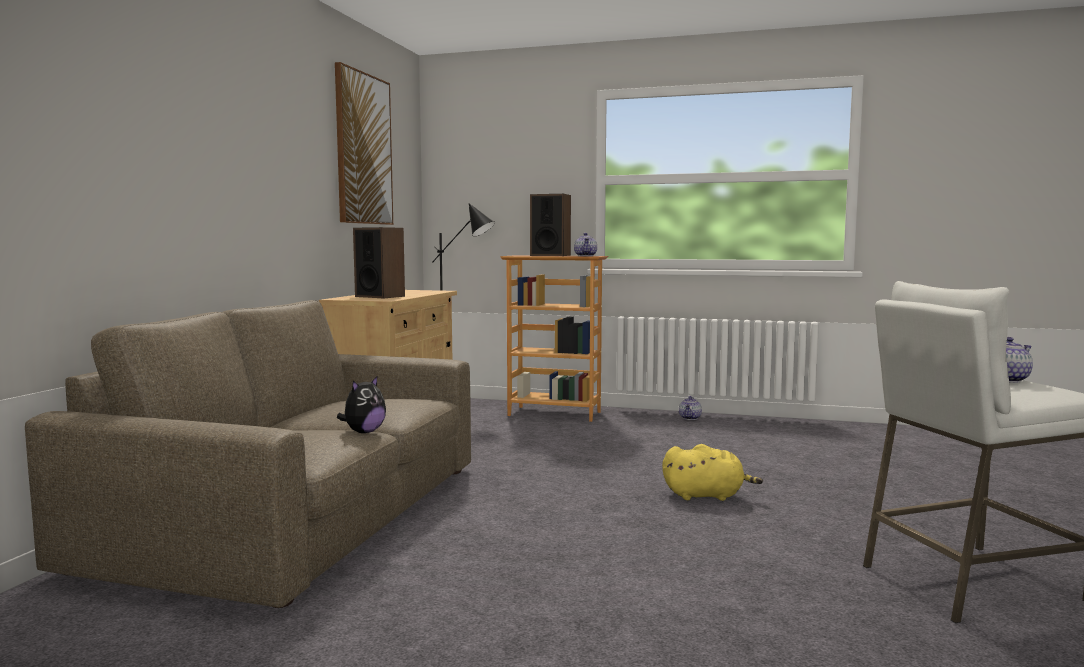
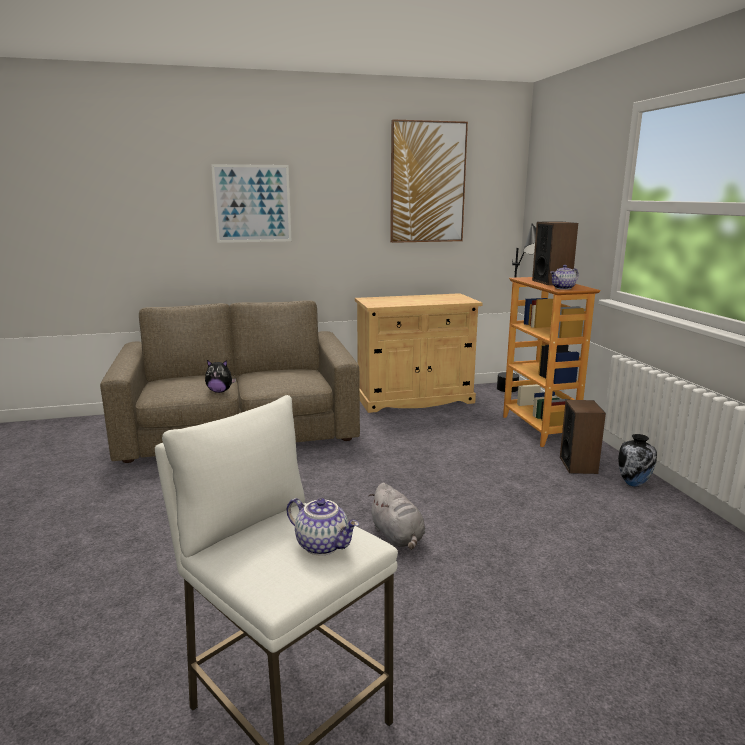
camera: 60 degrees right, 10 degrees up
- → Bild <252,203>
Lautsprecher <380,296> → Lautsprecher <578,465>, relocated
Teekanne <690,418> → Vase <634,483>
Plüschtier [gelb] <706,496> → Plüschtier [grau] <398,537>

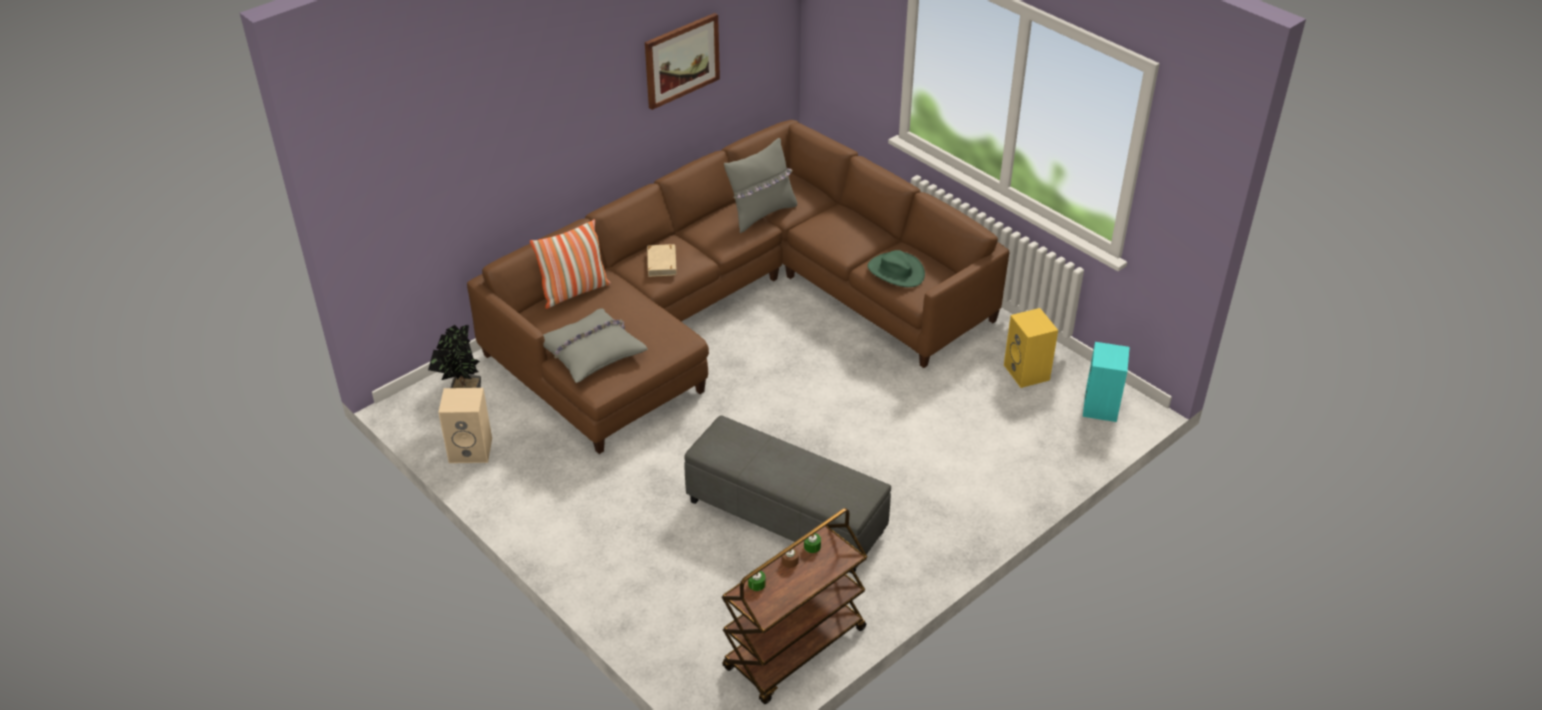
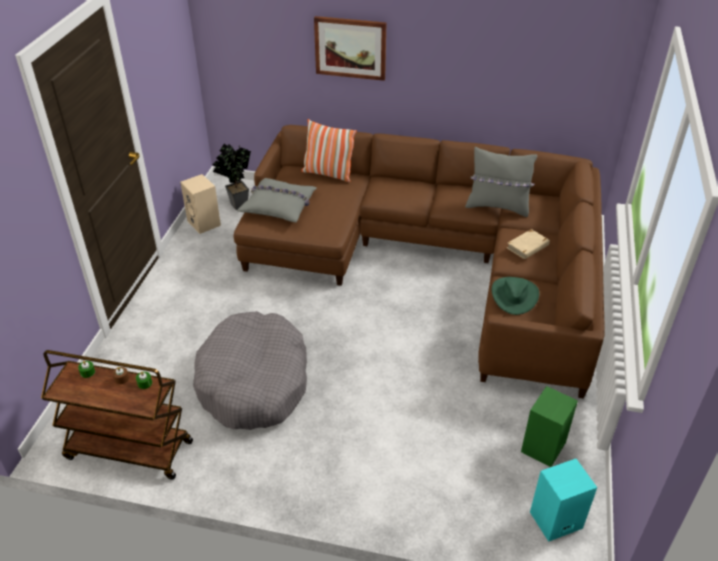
camera: 55 degrees right, 0 degrees up
Bild <681,60> → Bild <350,48>, relocated
Buch [beige] <662,263> → Buch [beige] <528,246>, relocated
Polsterhocker [grau] <785,517> → Hundebett [grau] <254,382>
Lautsprecher [gelb] <1028,373> → Lautsprecher [grün] <543,448>

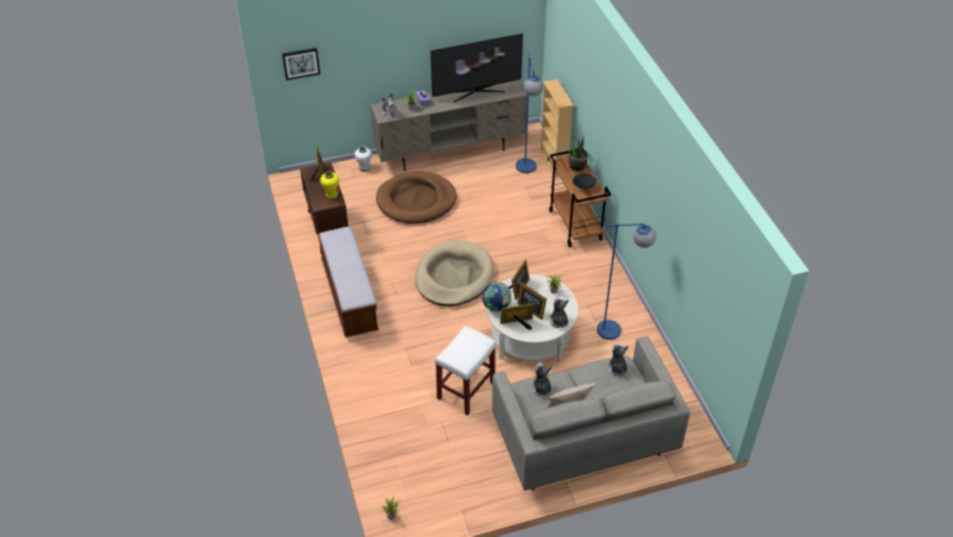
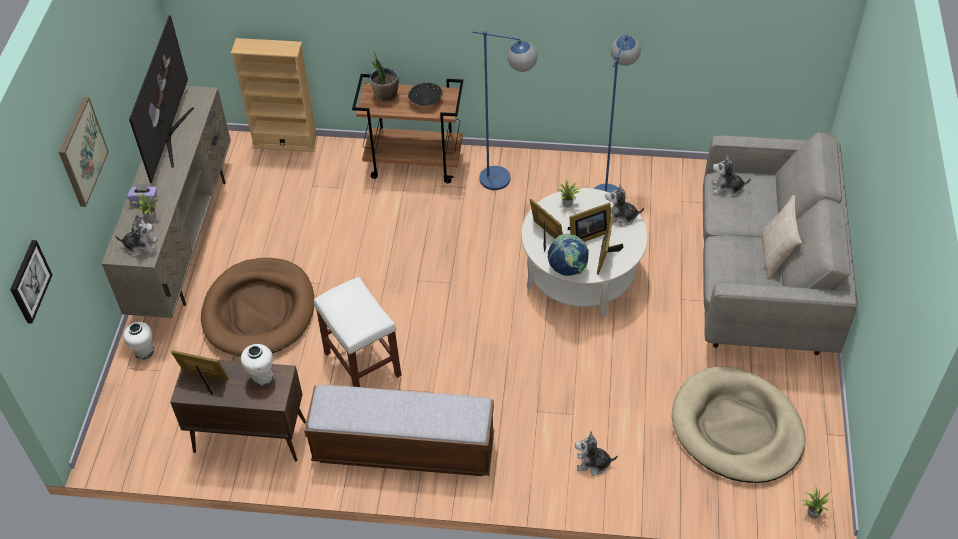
camera: 65 degrees left, 5 degrees up
- → Bild <81,151>
Hundebett [beige] <454,277> → Hundebett [beige] <736,428>, relocated
Hocker [weiß] <466,390> → Hocker [weiß] <361,363>, relocated
Stehlampe [blau] <527,171> → Stehlampe [blau] <506,180>, relocated
Plüschtier <541,388> → Plüschtier <593,463>, relocated
Vase [gelb] <331,195> → Vase [weiß] <262,377>

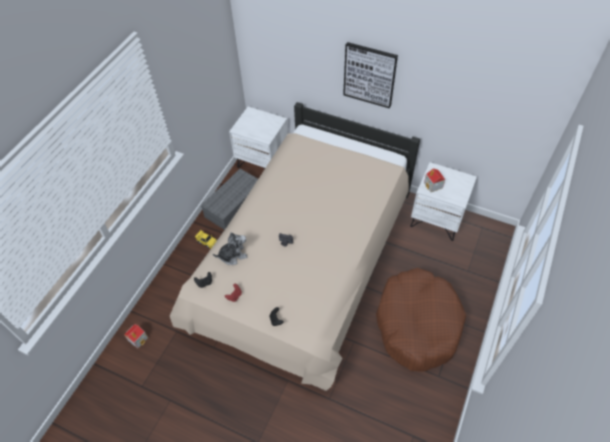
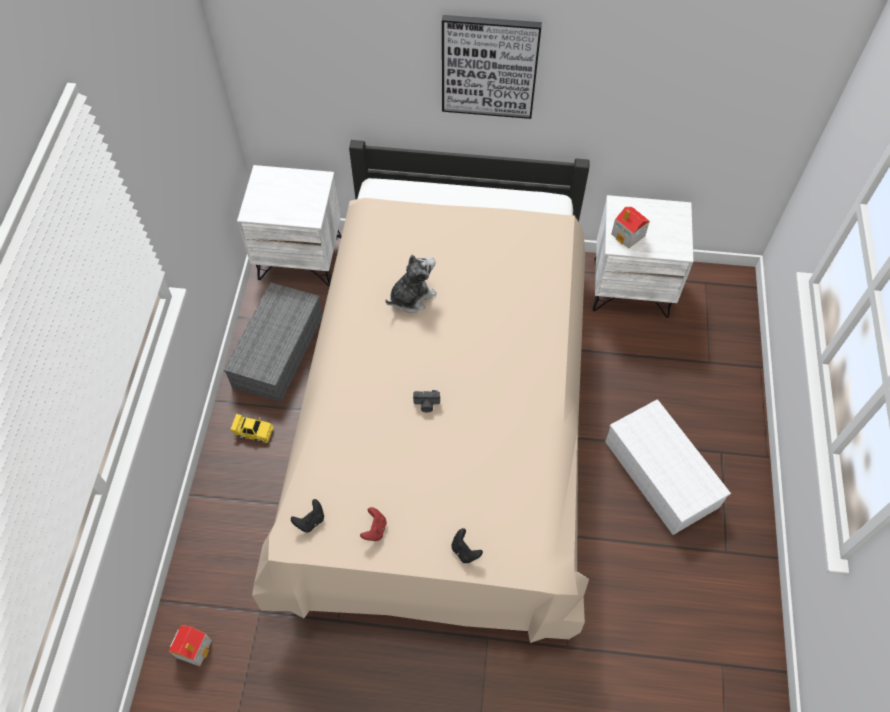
camera: 20 degrees left, 5 degrees up
Plüschtier <232,255> → Plüschtier <411,297>, relocated
Hundebett [braun] <417,324> → Aufbewahrungsbox [weiß] <663,475>

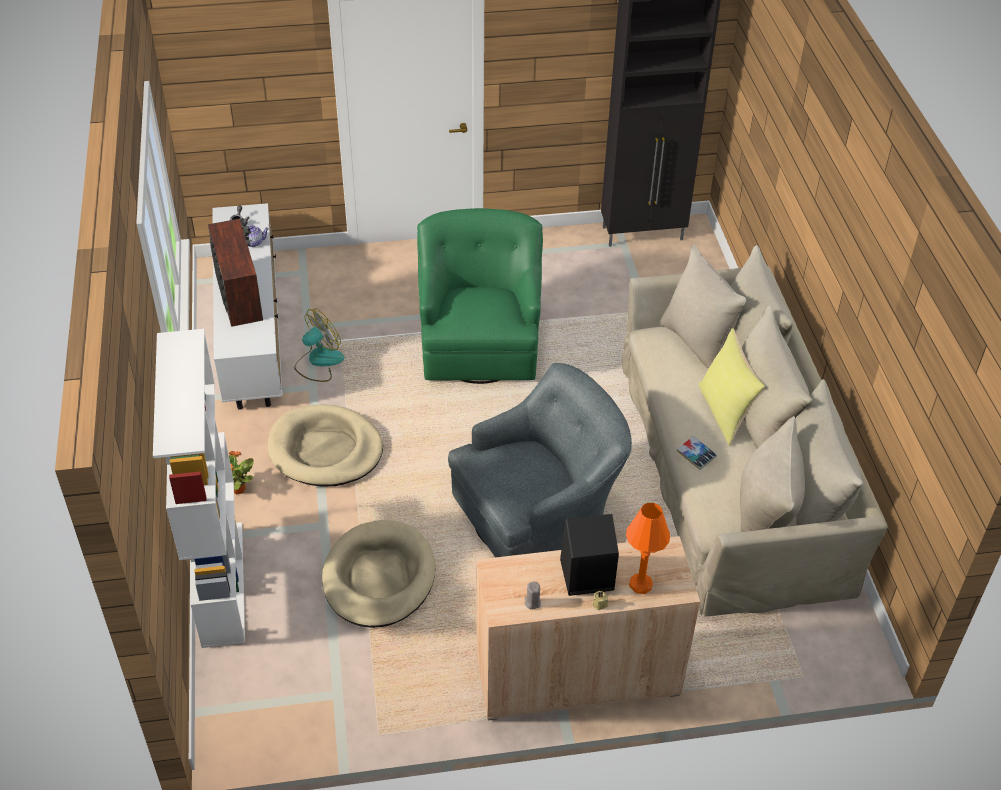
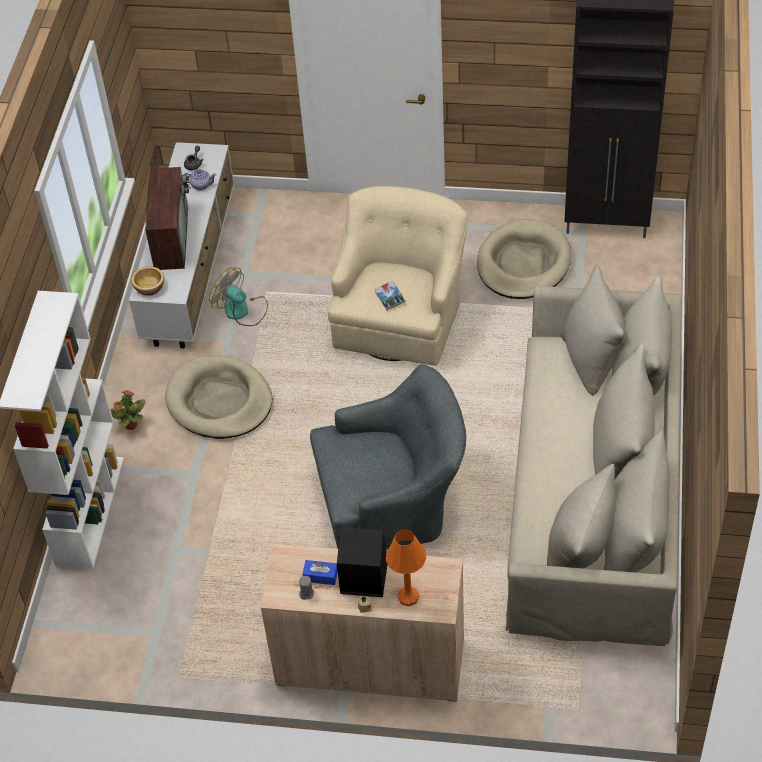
camera: 20 degrees right, 5 degrees up
Kissen [gelb] <725,412> → -
- → Schüssel <150,287>
- → Taschentuchbox [blau] <320,576>
Hundebett [beige] <379,577> → Hundebett [beige] <523,263>, relocated
Buch <696,455> → Buch <389,298>, relocated
Sessel [grün] <480,342> → Sessel [beige] <400,316>
Ventilator <319,362> → Ventilator <242,311>, 120 degrees counterclockwise

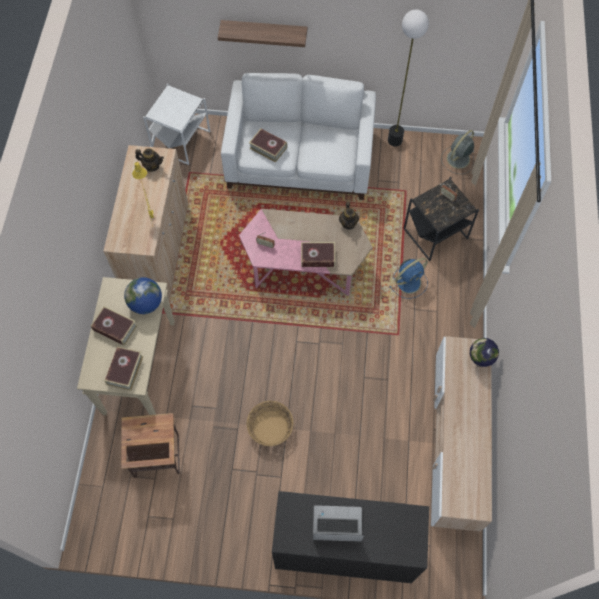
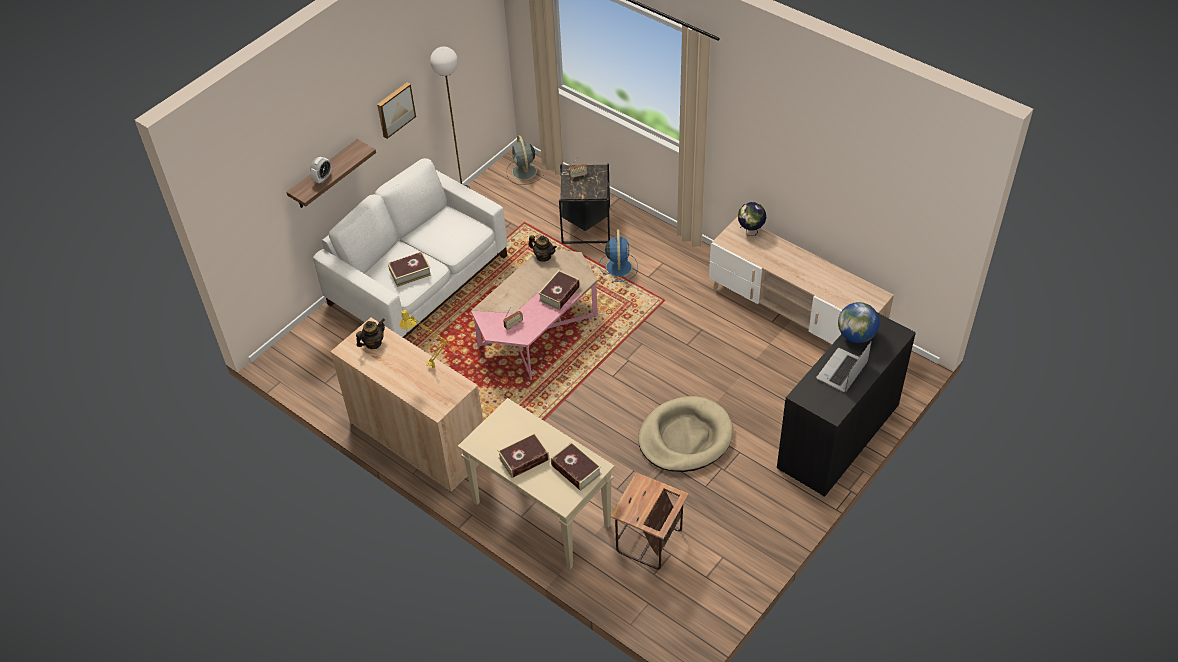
camera: 55 degrees left, 15 degrees down
Beistelltisch [weiß] <182,140> → -
- → Wecker <323,178>
- → Bild <395,109>
Globus <146,303> → Globus <856,335>, relocated
Korb <270,427> → Hundebett [beige] <685,437>

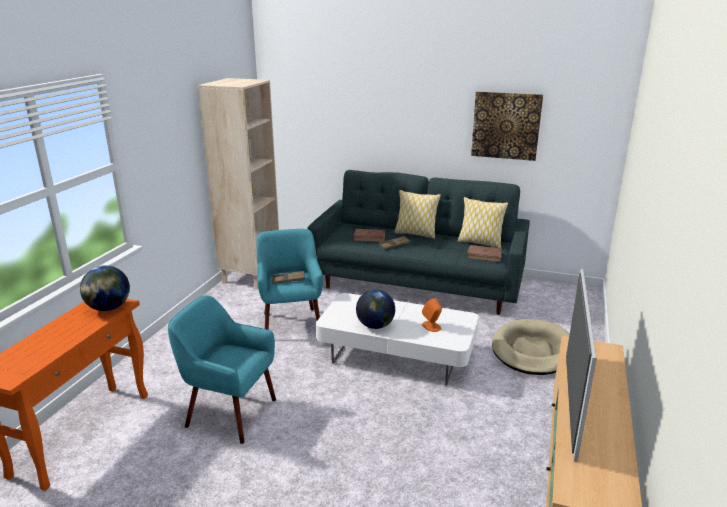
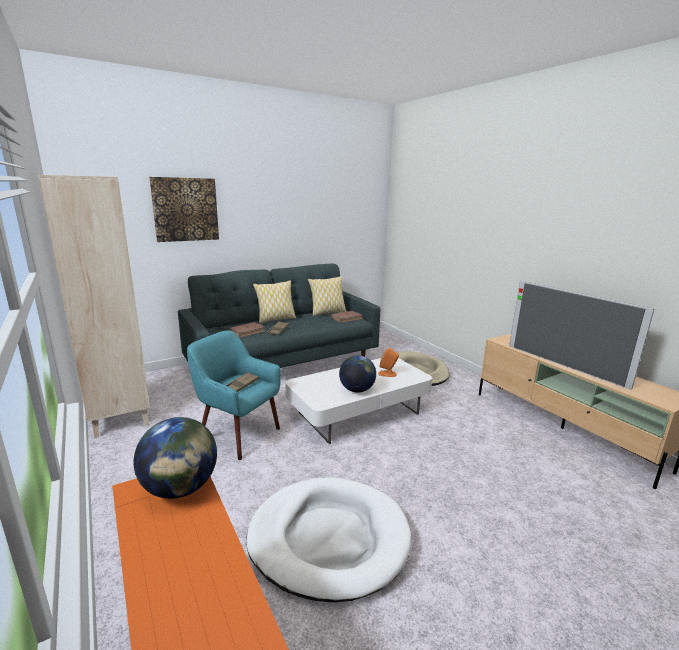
camera: 50 degrees left, 5 degrees down
Bild <506,125> → Bild <185,209>, relocated
Sessel [türkis] <230,413> → Hundebett [weiß] <328,539>

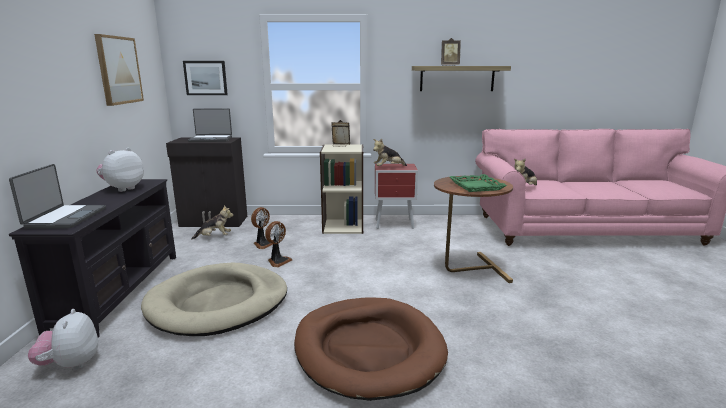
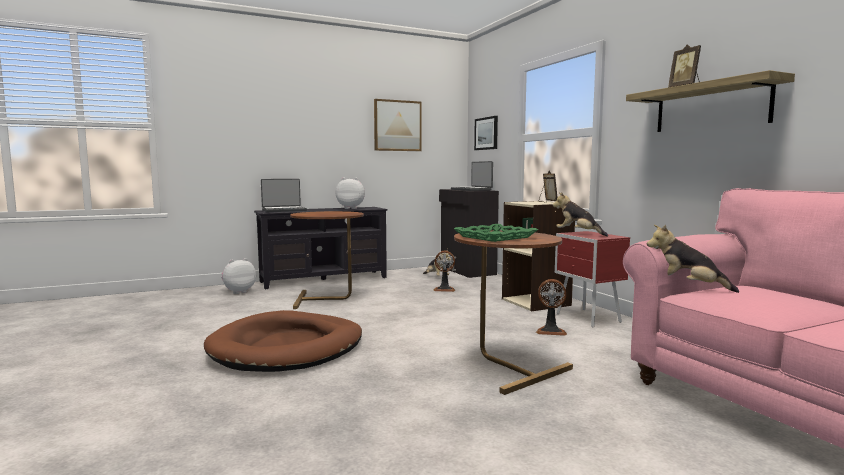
camera: 65 degrees right, 10 degrees down
Ventilator <278,261> → Ventilator <551,331>, relocated
Hundebett [beige] <219,303> → Beistelltisch [braun] <328,300>

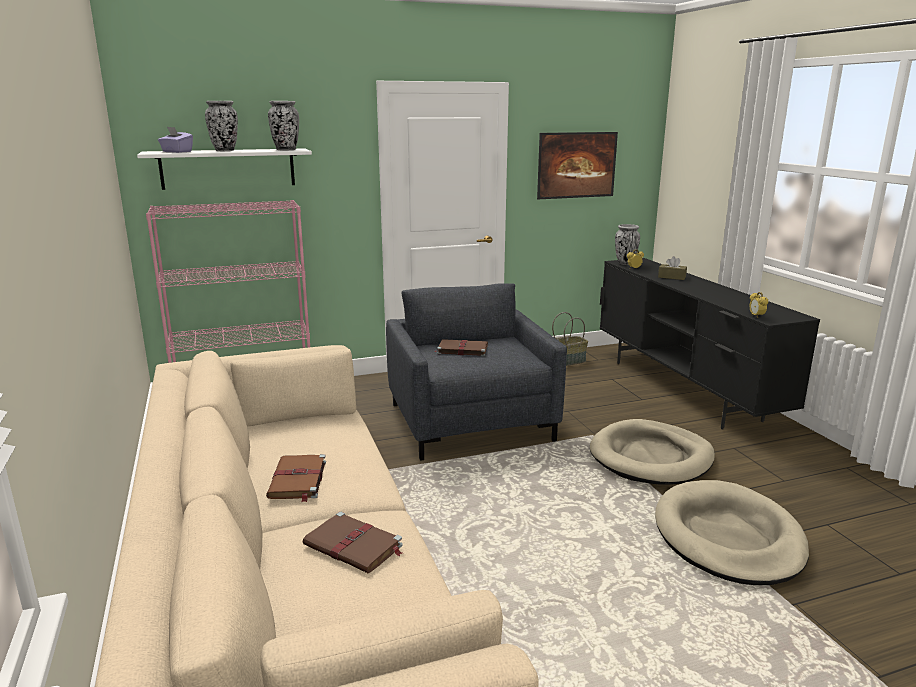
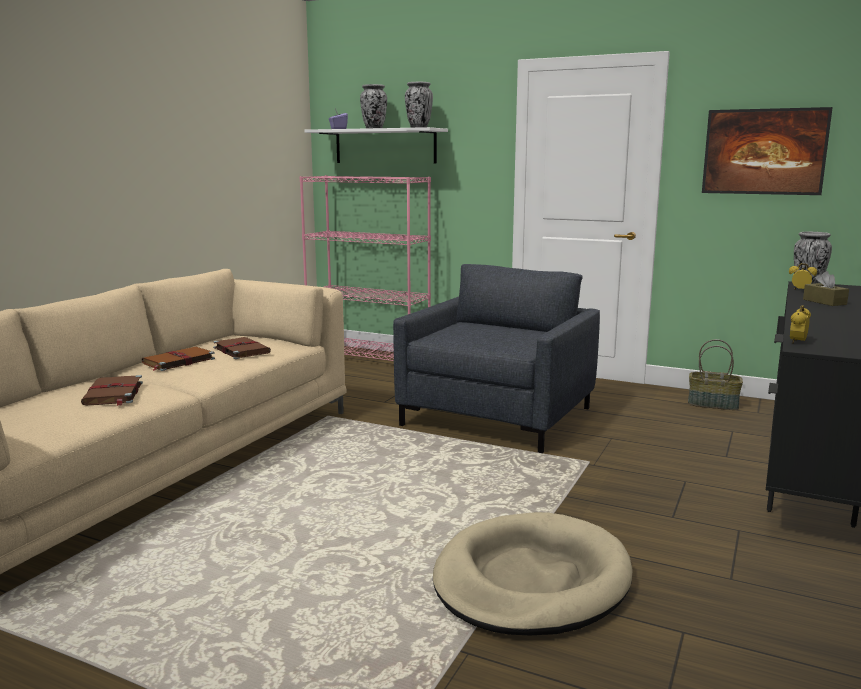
camera: 45 degrees right, 5 degrees down
Hundebett [beige] <651,457> → -
Buch [braun] <461,349> → Buch [braun] <241,350>, relocated

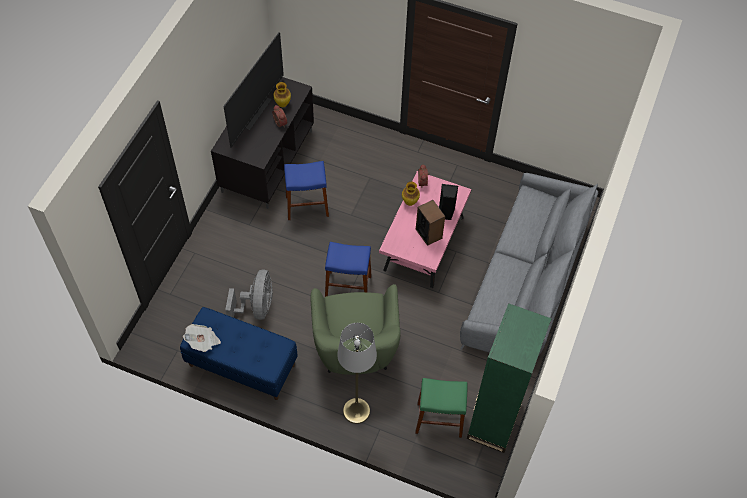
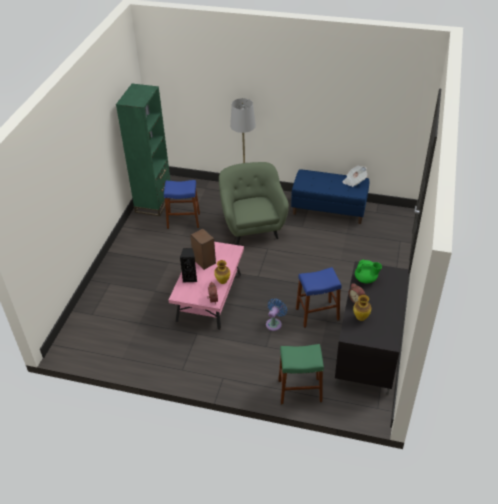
camera: 175 degrees right, 15 degrees down
Fernseher <257,113> → -
Ventilator [grau] <256,307> → -
Sofa [grau] <526,282> → -
- → Ventilator [blau] <274,323>
- → Teekanne [grün] <366,279>
Hocker [blau] <348,286> → Hocker [blau] <183,220>, relocated
Hocker [grün] <439,420> → Hocker [grün] <300,390>, relocated

